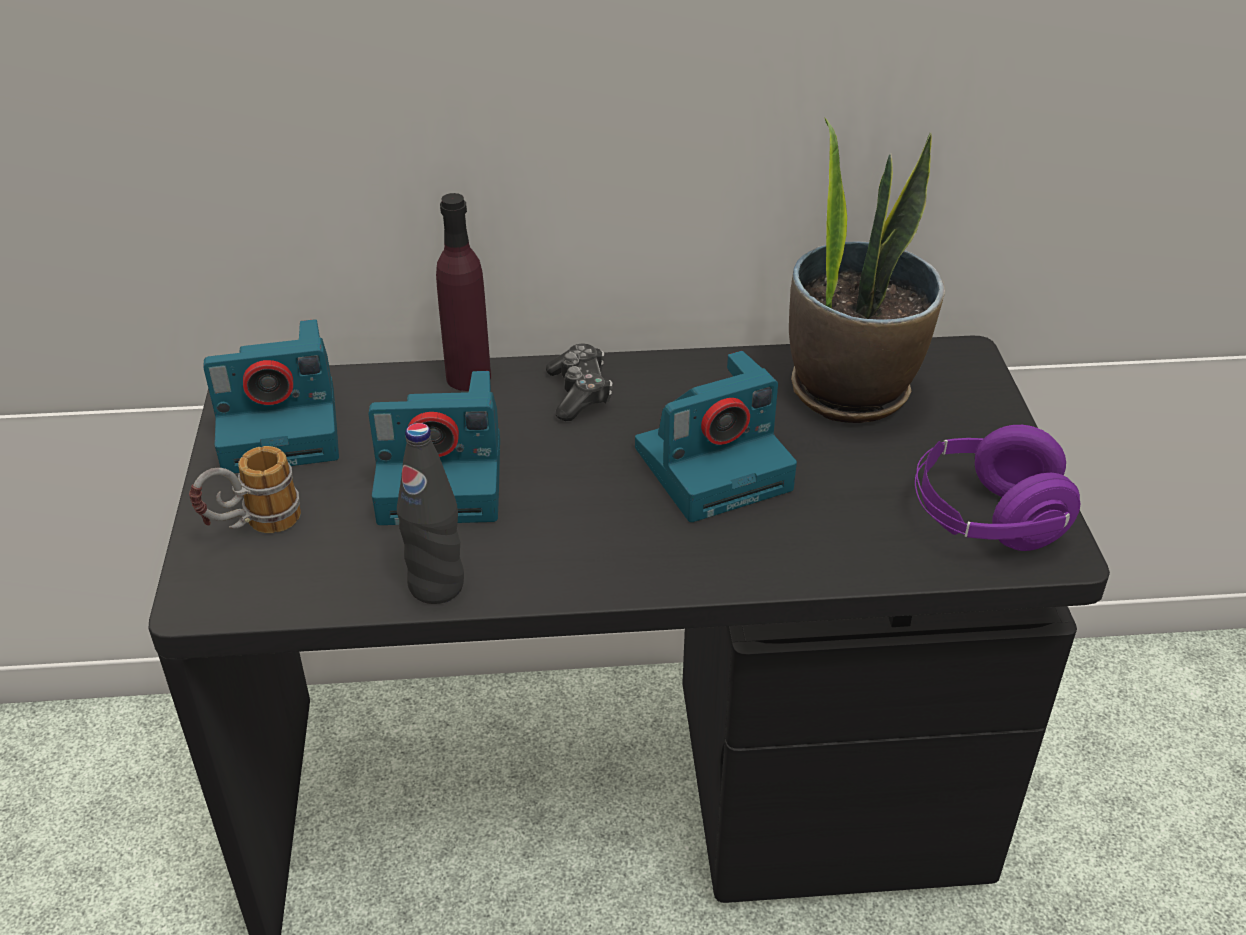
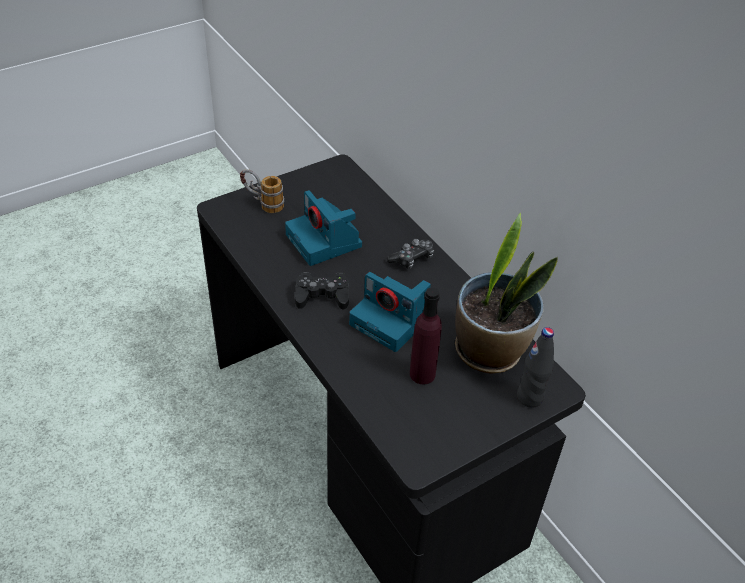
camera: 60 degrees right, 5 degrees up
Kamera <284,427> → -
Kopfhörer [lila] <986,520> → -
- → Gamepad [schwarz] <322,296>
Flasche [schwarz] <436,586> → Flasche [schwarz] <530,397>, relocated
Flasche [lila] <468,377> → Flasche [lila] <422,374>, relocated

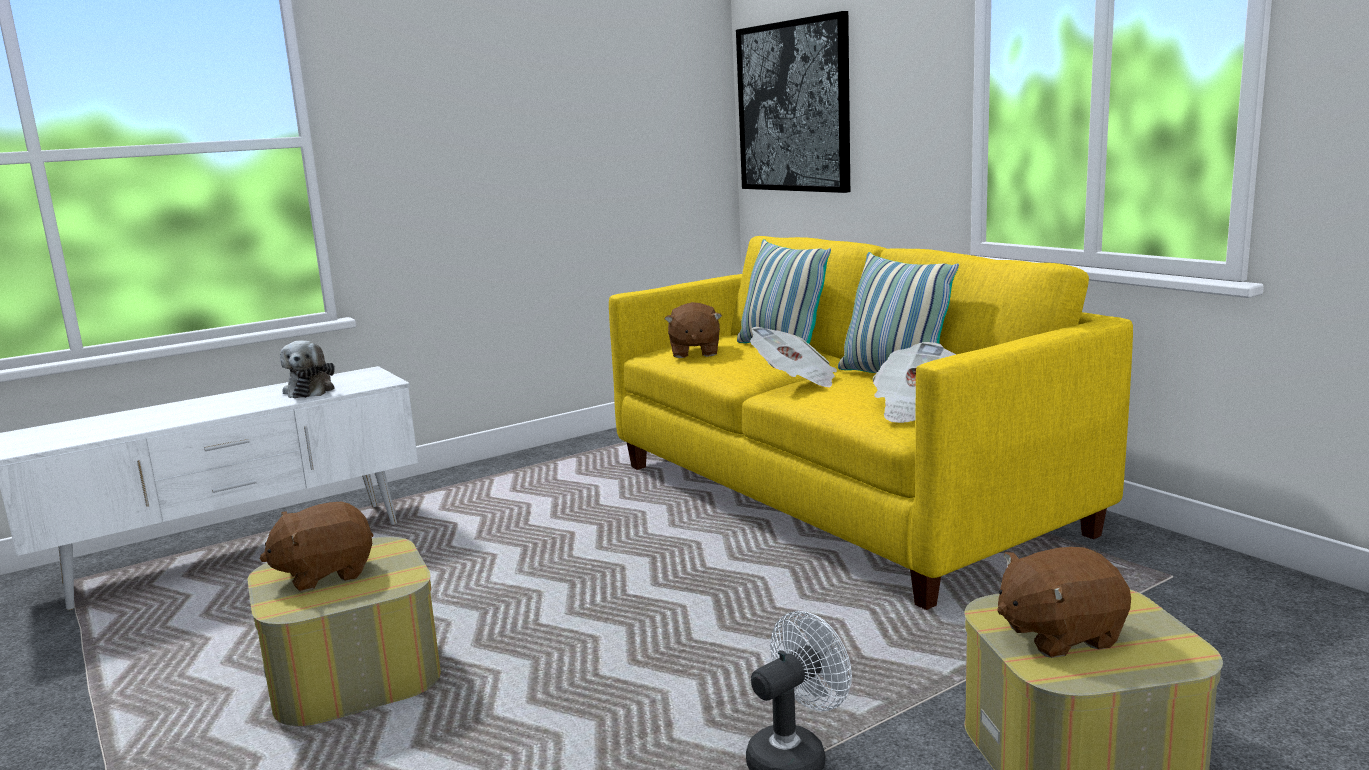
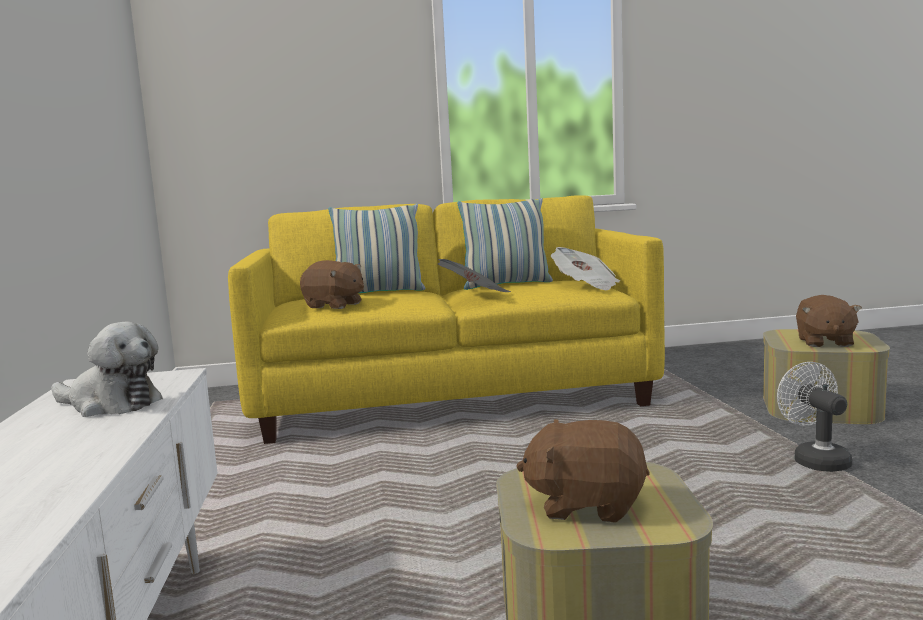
camera: 65 degrees left, 5 degrees down
Bild <793,107> → -
Plüschtier [braun] <325,574> → Plüschtier [braun] <586,505>, 105 degrees clockwise

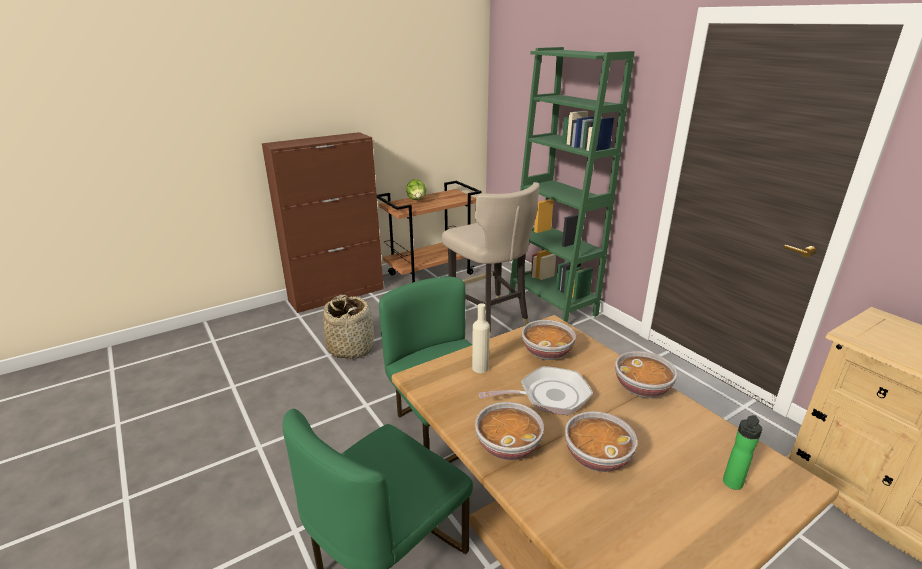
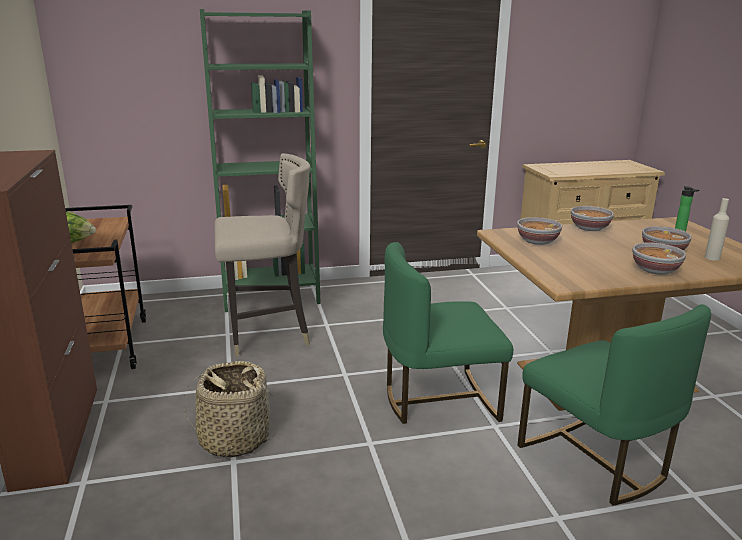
camera: 70 degrees left, 5 degrees down
Pfanne <548,396> → -
Flasche [beige] <480,368> → Flasche [beige] <712,258>, relocated

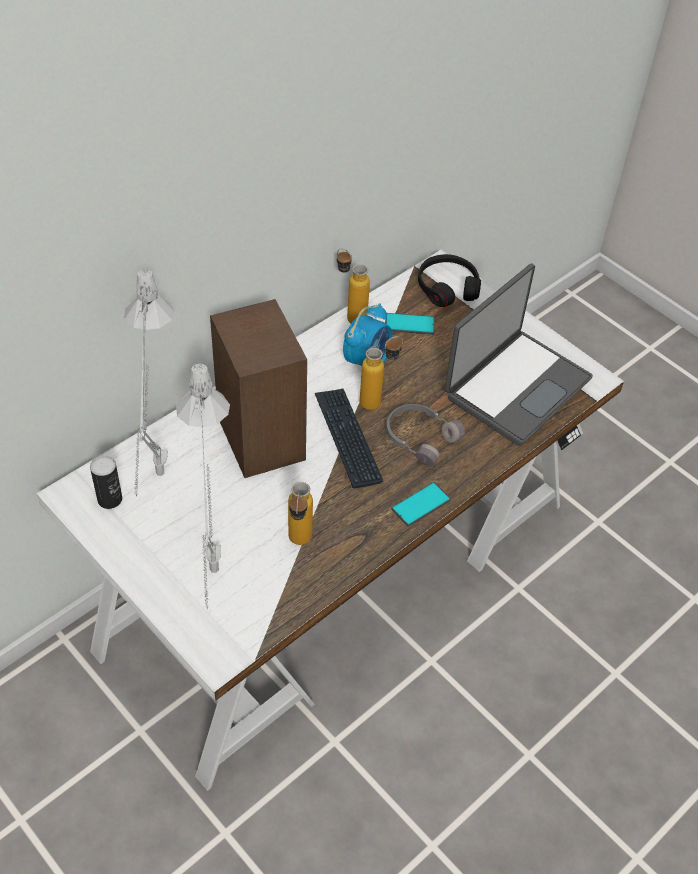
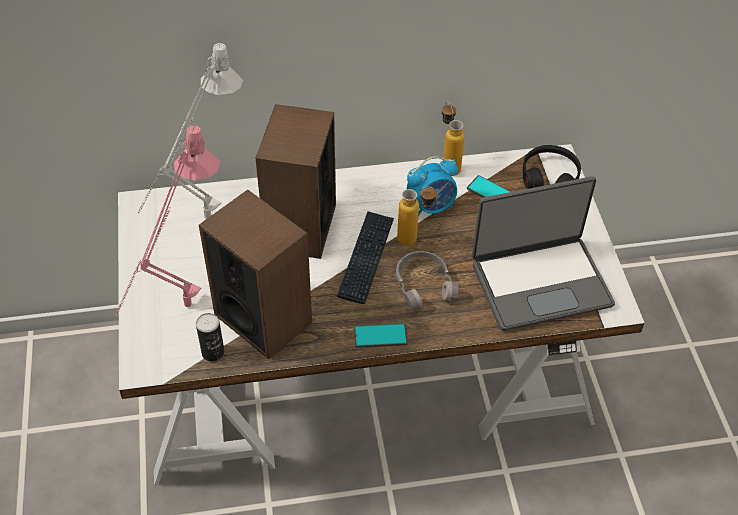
camera: 35 degrees right, 0 degrees up
Dose <110,499> → Dose <213,352>, relocated
Flasche <299,544> → Lautsprecher <263,318>
Tischlampe [grau] <215,582> → Tischlampe [rosa] <182,314>

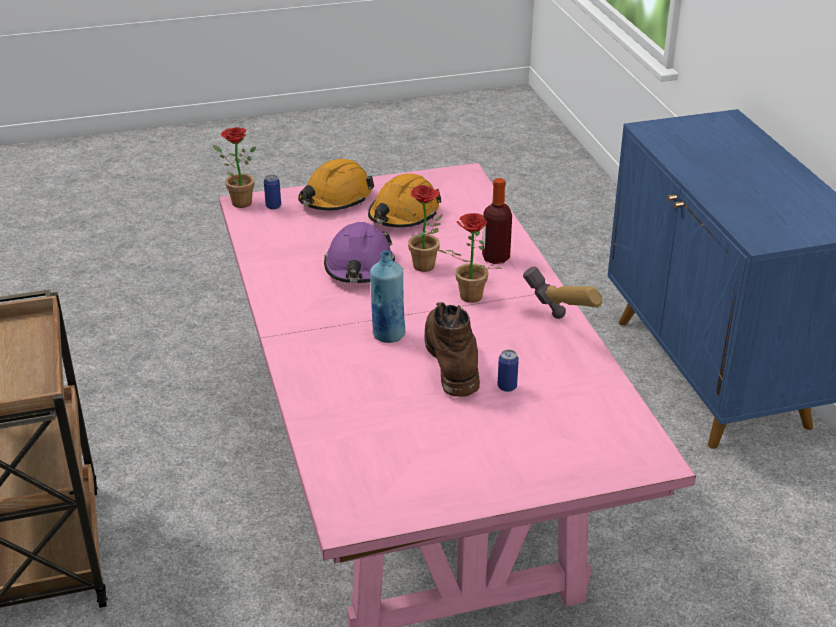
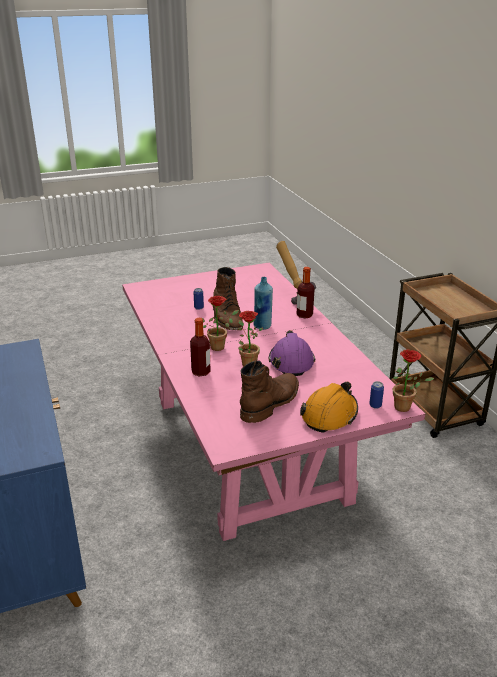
camera: 175 degrees right, 5 degrees down
- → Flasche <304,315>
Hammer <556,338> → Hammer <294,295>, relocated
Schutzhelm [orange] <403,215> → Stiefel [braun] <271,402>

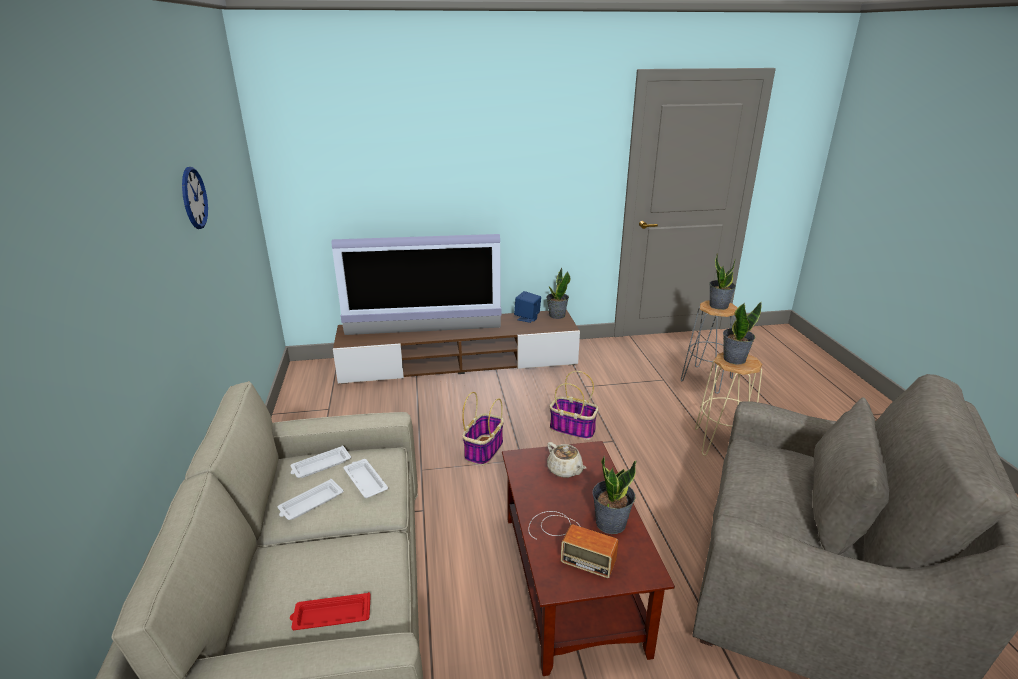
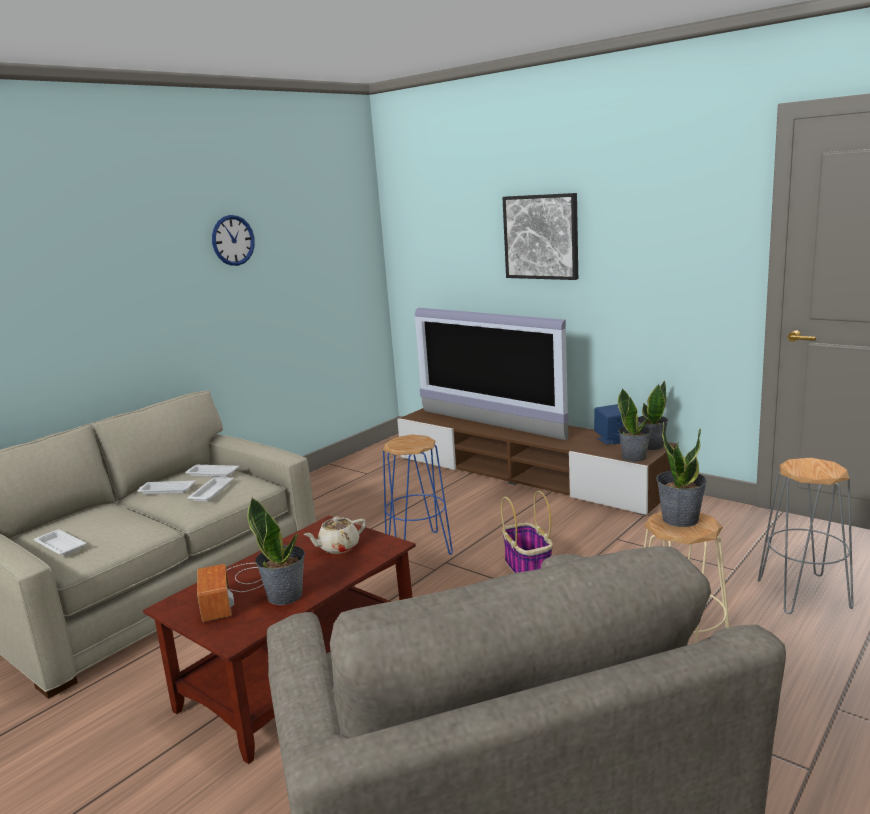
camera: 50 degrees right, 10 degrees down
- → Bild <541,237>
Topfpflanze <718,305> → Topfpflanze <634,457>, relocated
Korb <484,450> → Hocker [blau] <419,548>
Tablett [rot] <331,616> → Tablett [weiß] <60,546>
Teekanne [beige] <565,470> → Teekanne [beige] <338,547>, 45 degrees clockwise

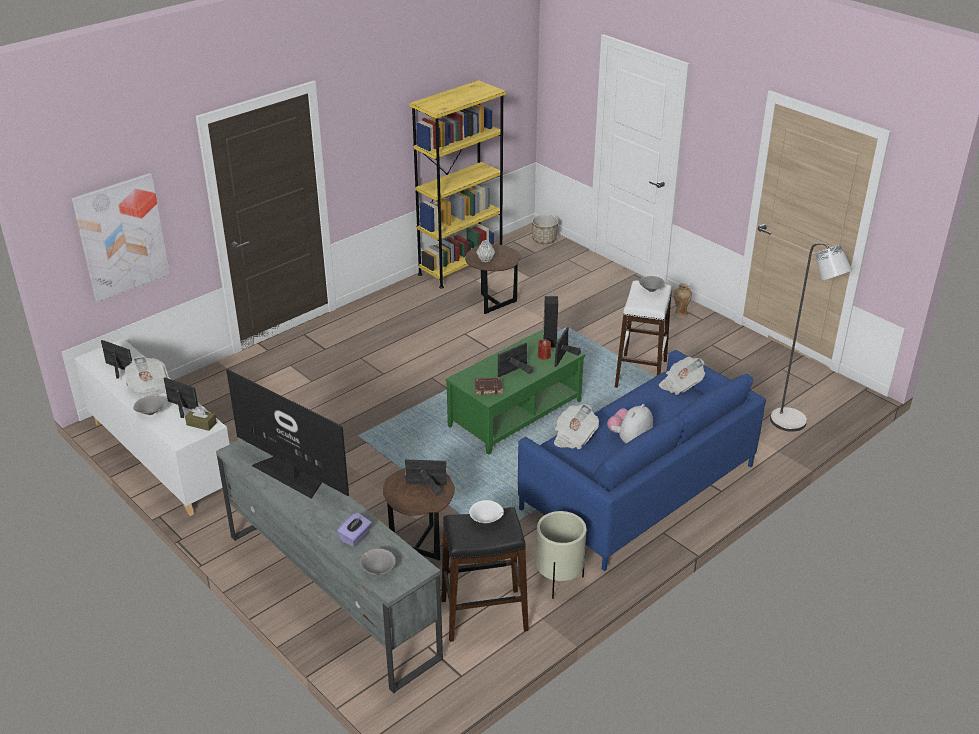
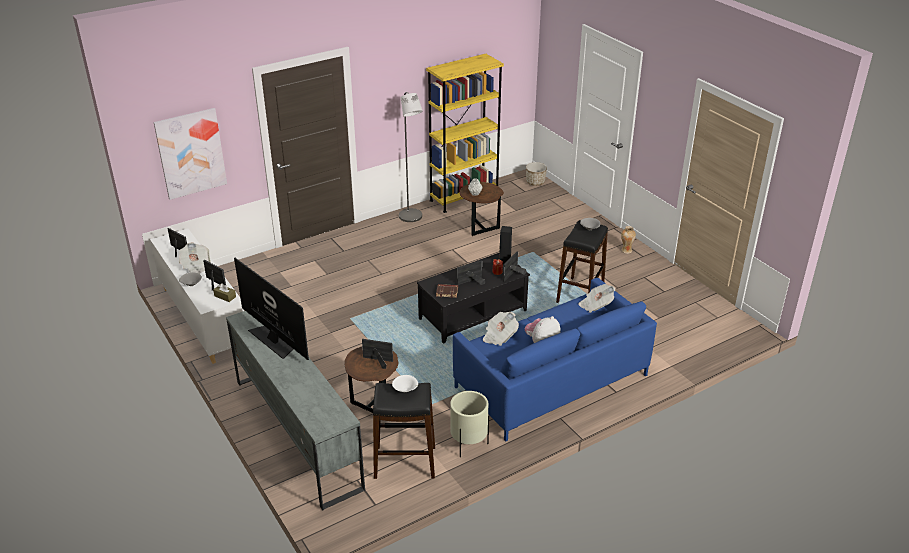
camera: 10 degrees right, 0 degrees up
Taschentuchbox [lila] <355,537> → -
Schüssel [grau] <377,570> → -
Stehlampe [grau] <793,424> → Stehlampe [grau] <412,218>, relocated
Couchtisch [grün] <516,414> → Couchtisch [schwarz] <473,315>
Hocker [weiß] <641,374> → Hocker [schwarz] <580,294>

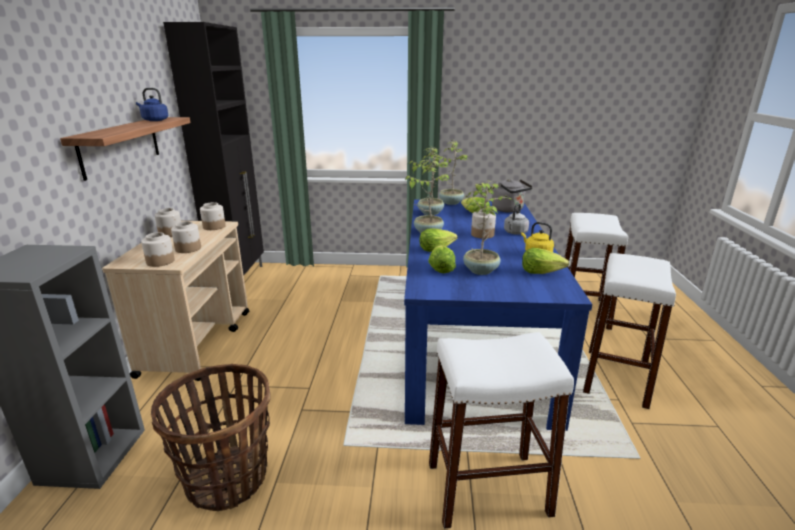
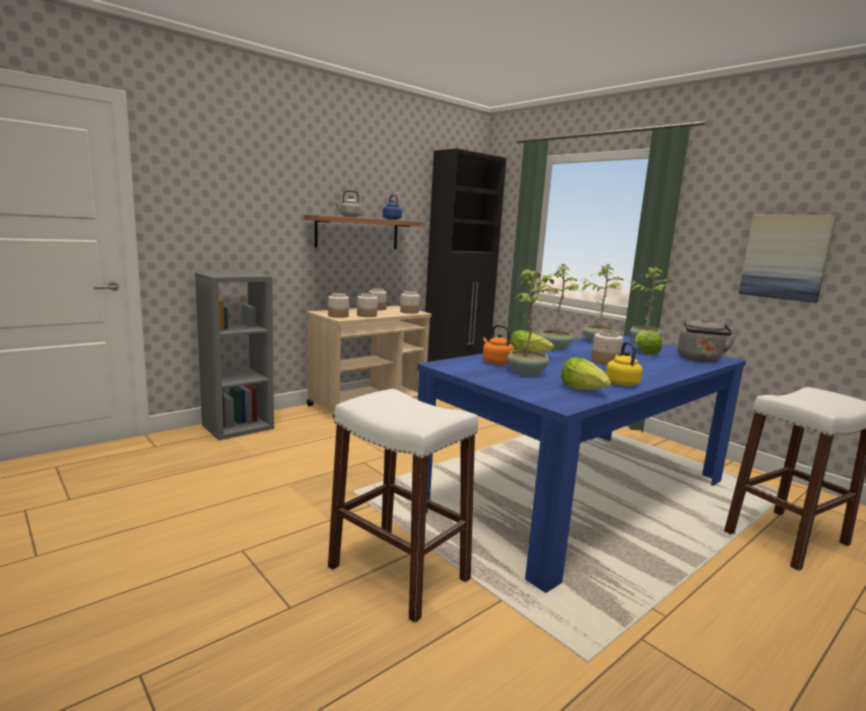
camera: 45 degrees right, 10 degrees down
Korb <227,478> → -
Hocker [weiß] <616,377> → -
- → Bild <785,257>
Wasserkessel [grau] <515,233> → Wasserkessel [grau] <349,217>, relocated
Salatkopf <441,268> → Wasserkessel [orange] <495,362>

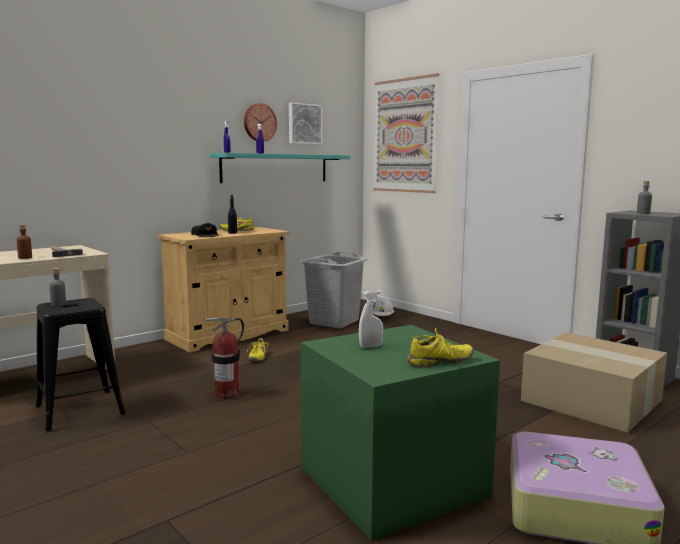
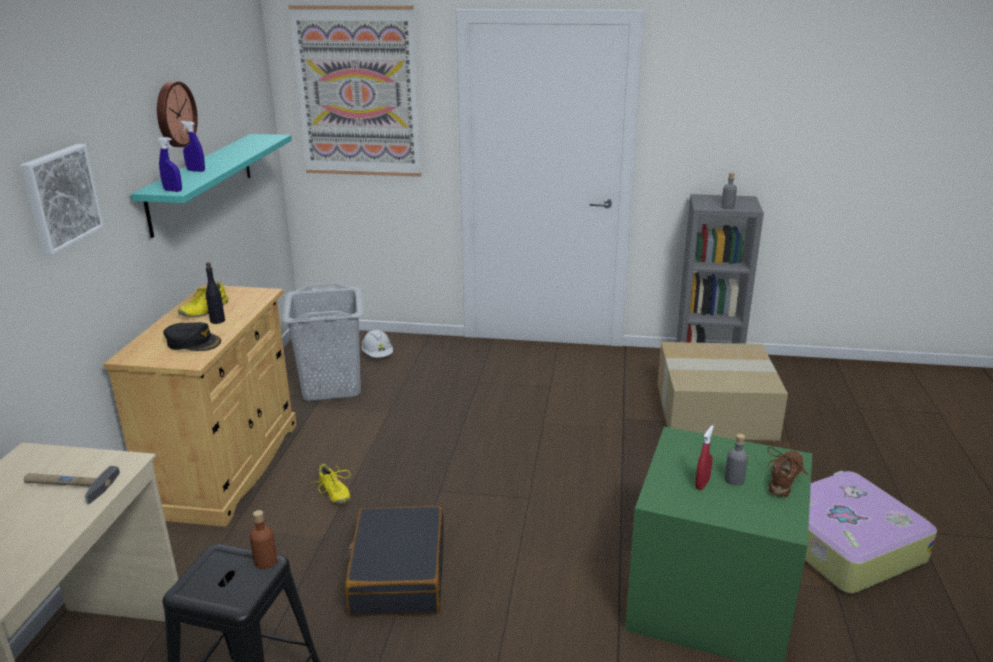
camera: 40 degrees left, 15 degrees up
Flasche [braun] <25,257> → Flasche [braun] <265,561>, relocated
Flasche [grau] <58,304> → Flasche [grau] <734,480>, relocated
Bild <304,124> → Bild <59,197>, relocated
Feuerlöscher <226,394> → Koffer [schwarz] <397,575>
Sprühflasche [weiß] <370,346> → Sprühflasche [rot] <702,484>
Schuh [gelb] <440,362> → Schuh [braun] <785,479>

